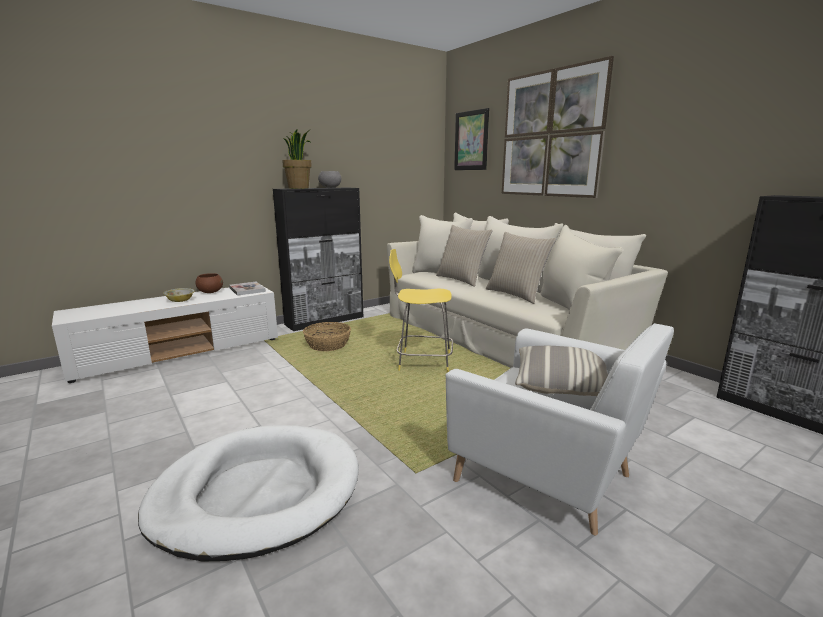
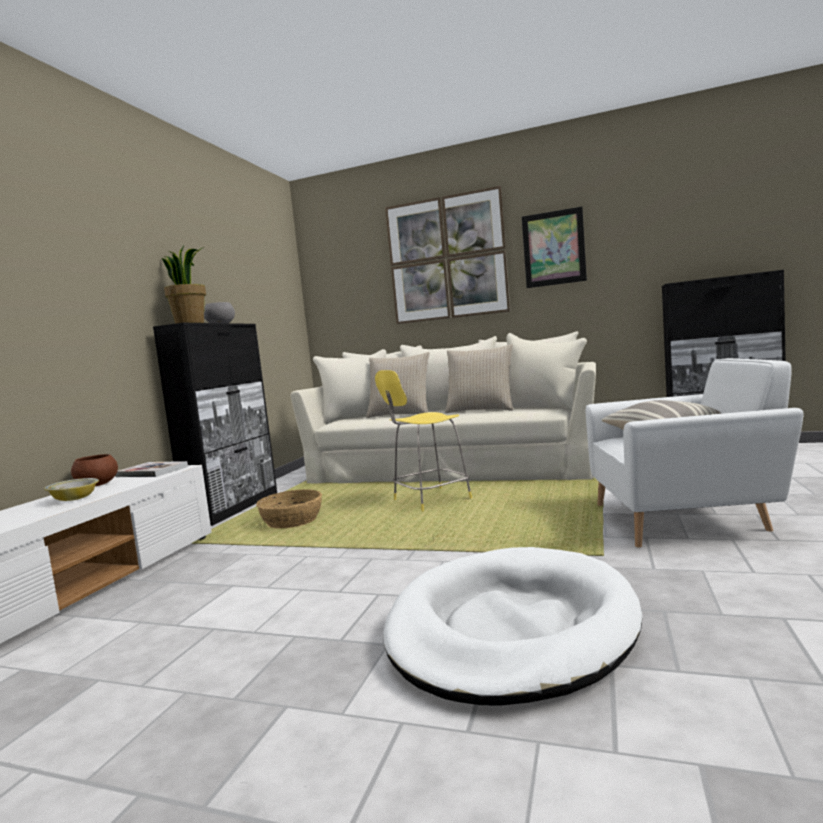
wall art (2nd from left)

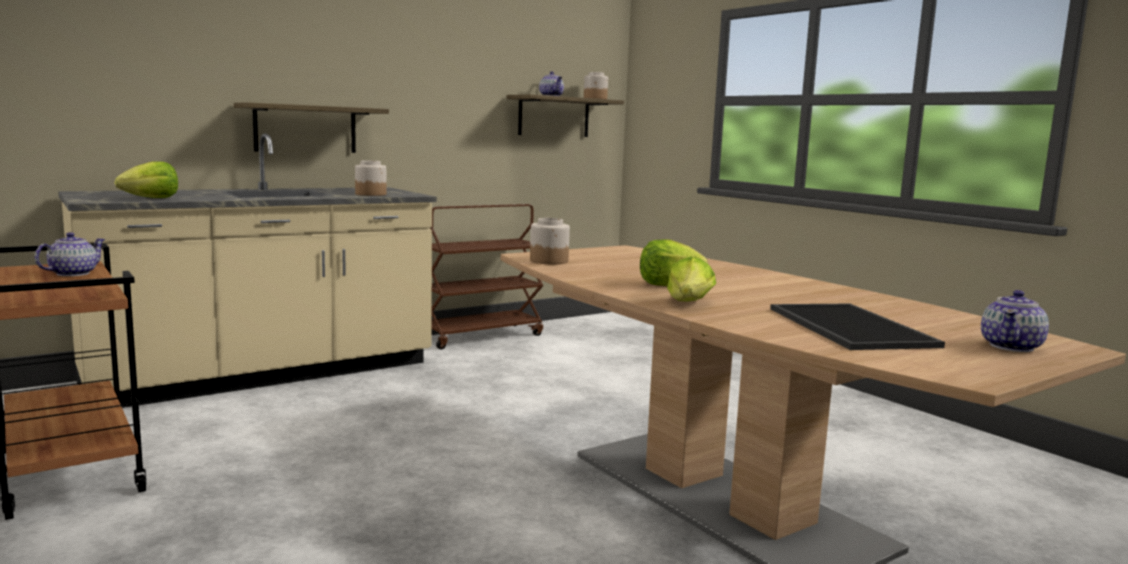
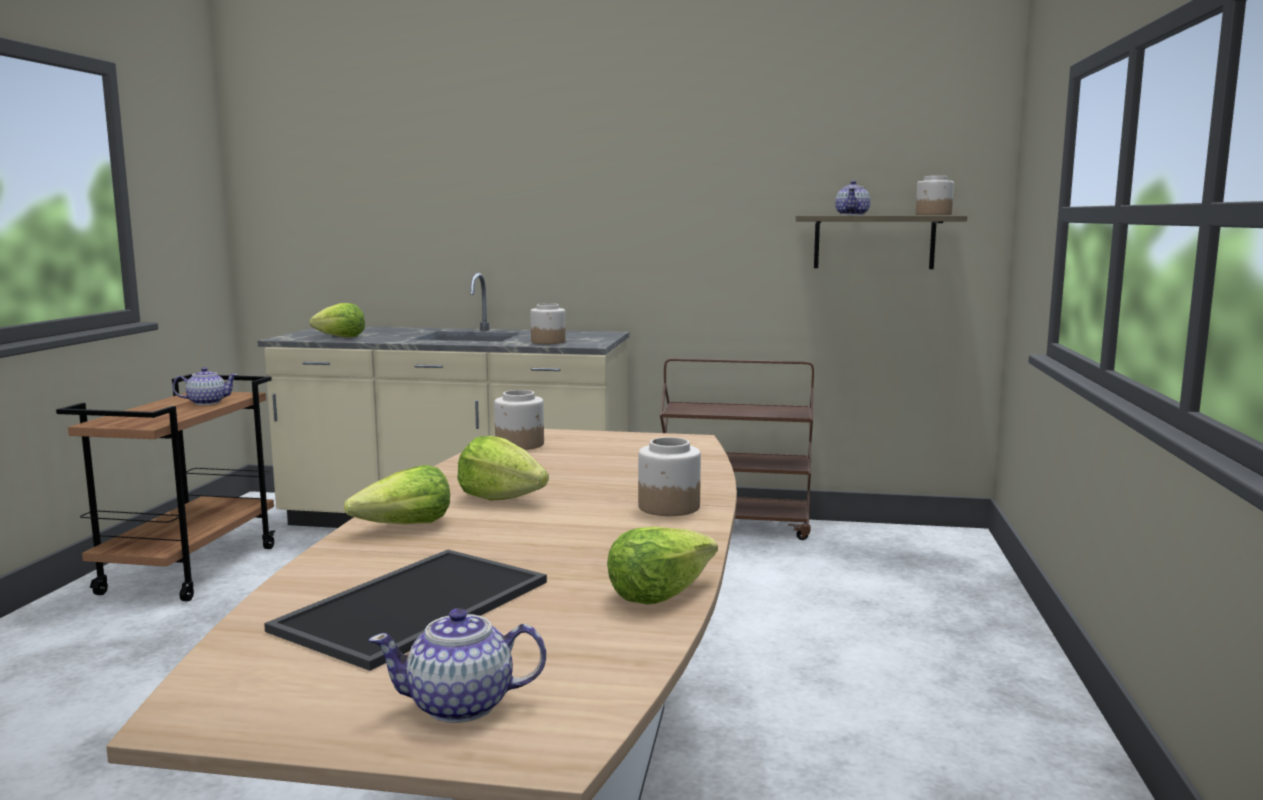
lettuce head (4th from left)
storage jar (3rd from left)
shelf (1st from left in the first image)

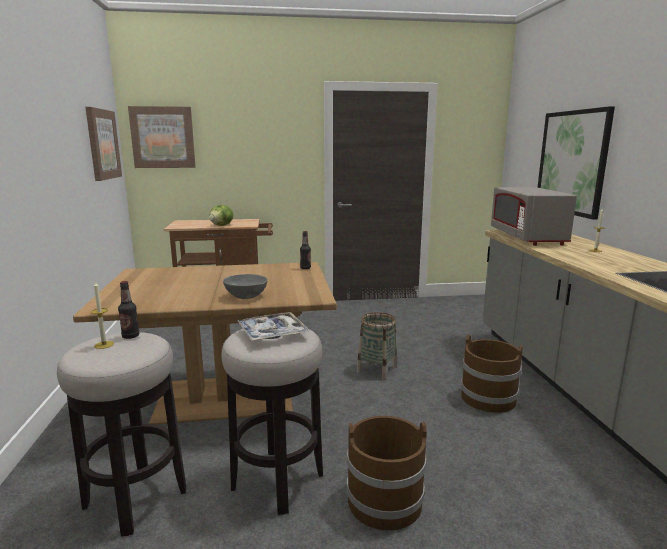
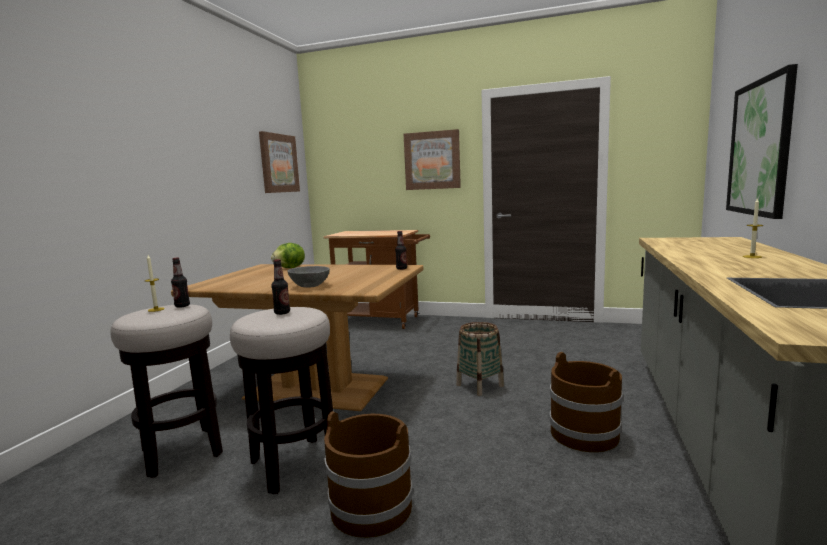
lettuce head
beverage bottle (2nd from left)
wall art (2nd from left)
microwave oven/grey

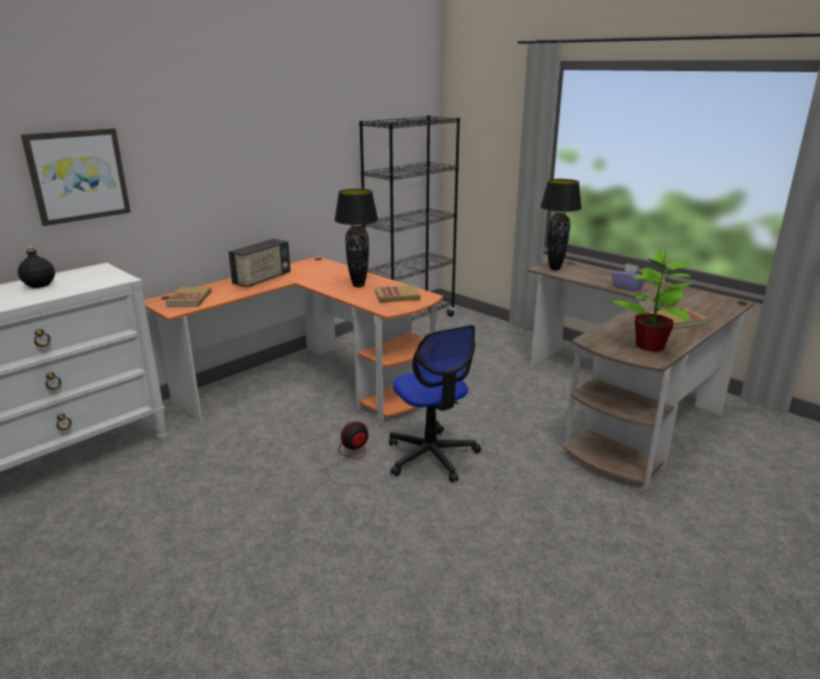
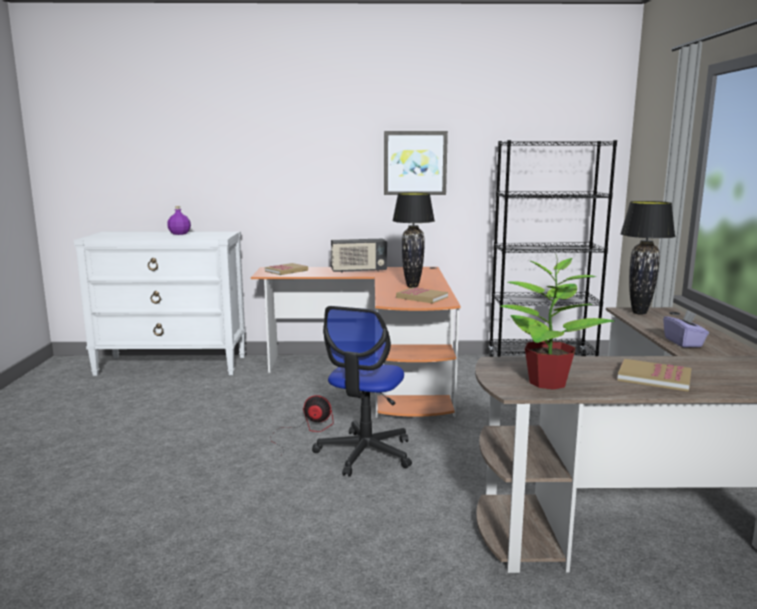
beverage bottle/purple-coloured
wall art

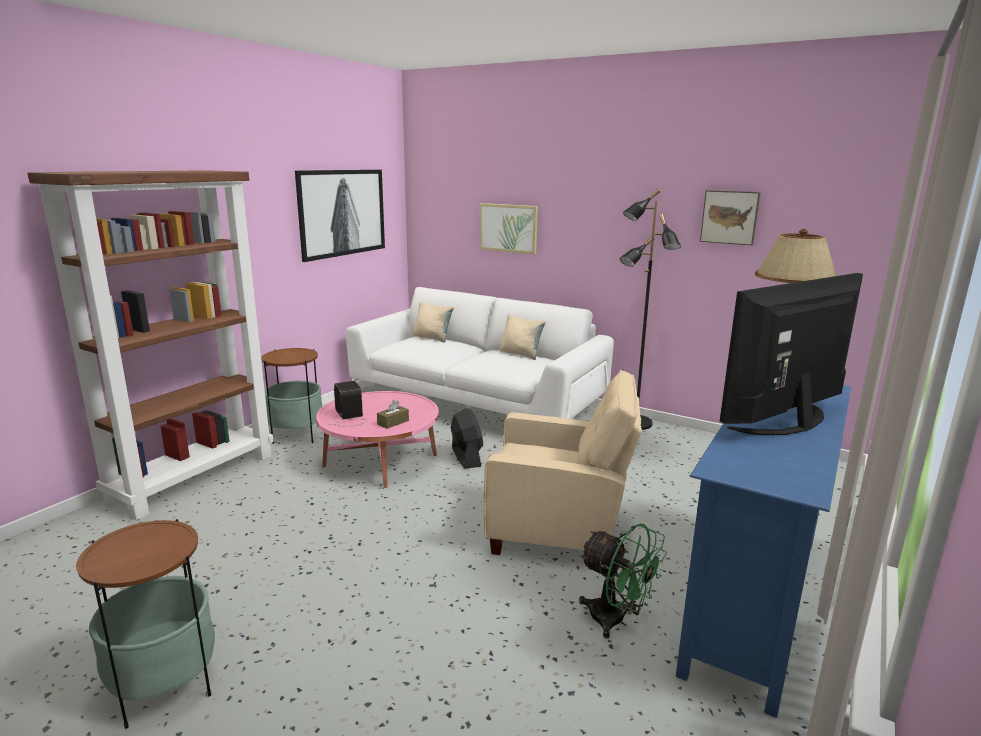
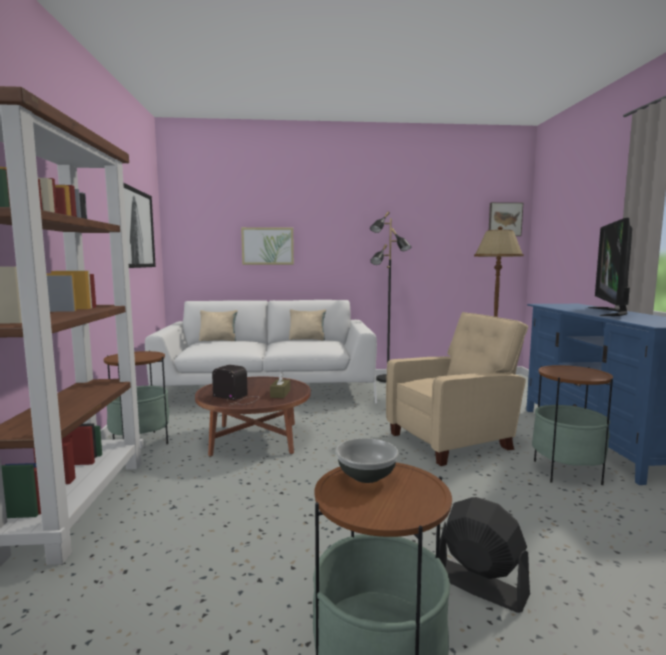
low table/brown-coloured
bowl
cooling fan/blackish
wall art (3rd from left)
accent table (3rd from left)

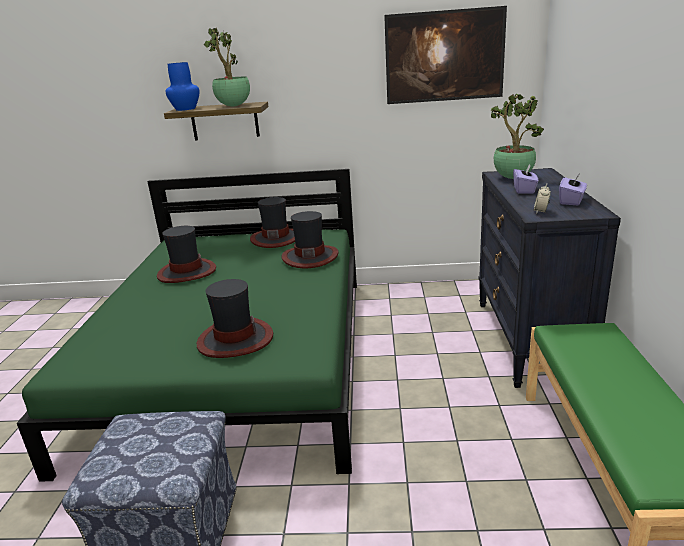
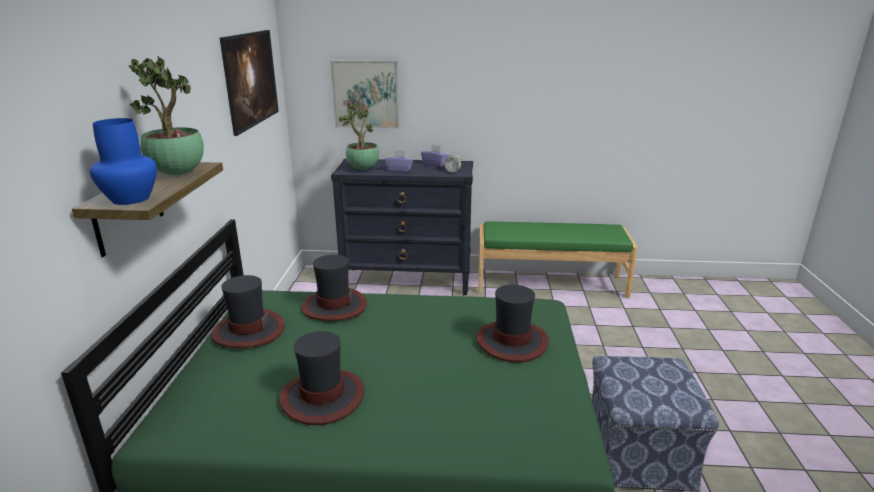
wall art (2nd from left)

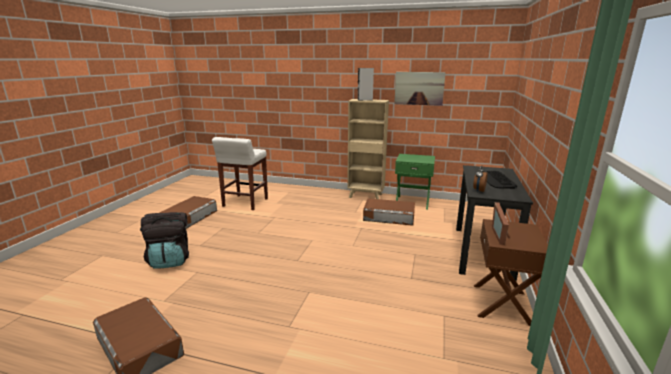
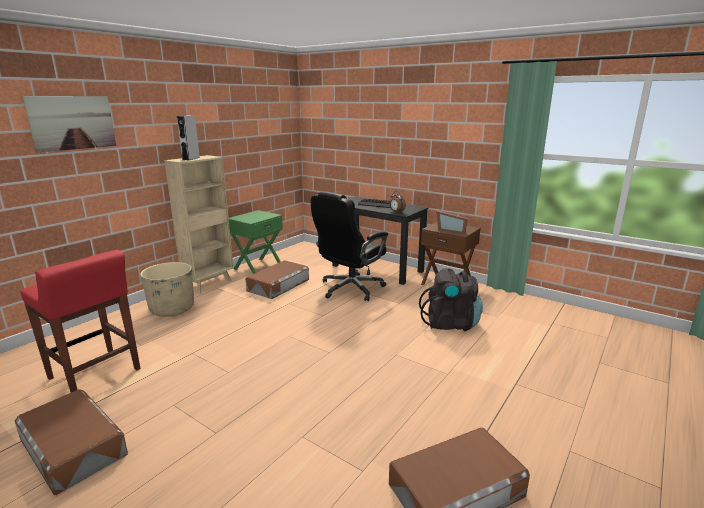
stool/red
wall art
planter/sand-coloured
desk chair/blackish
backpack/blackish

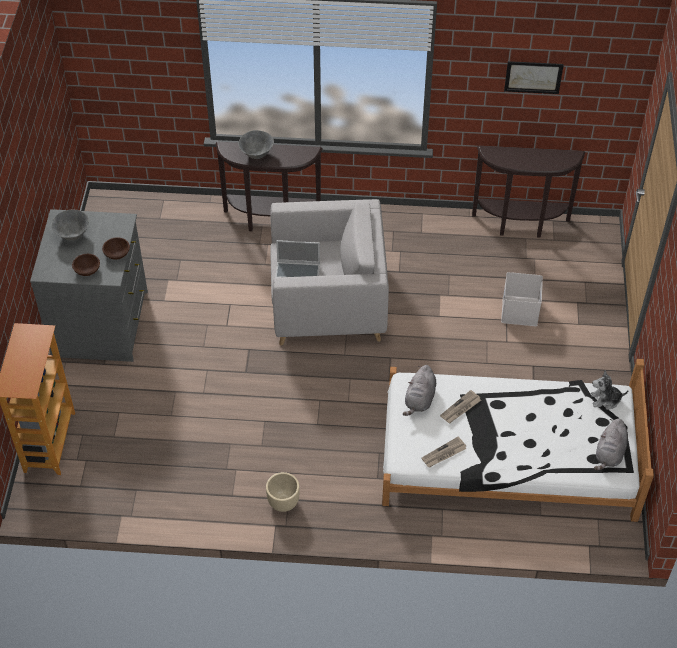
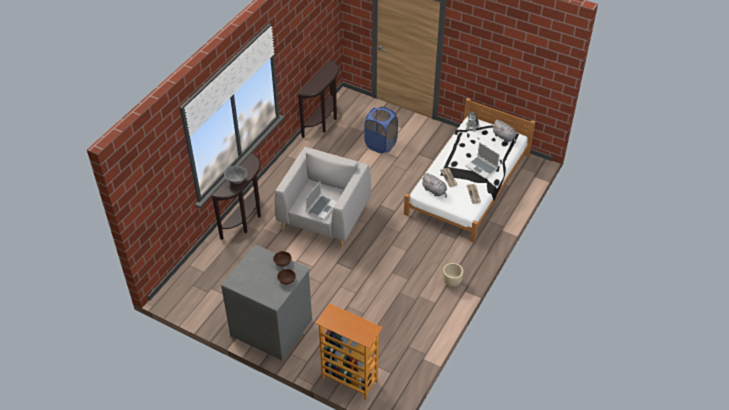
hamper/blue-coloured
laptop (2nd from left)
bowl/grey (1st from left in the first image)
wall art

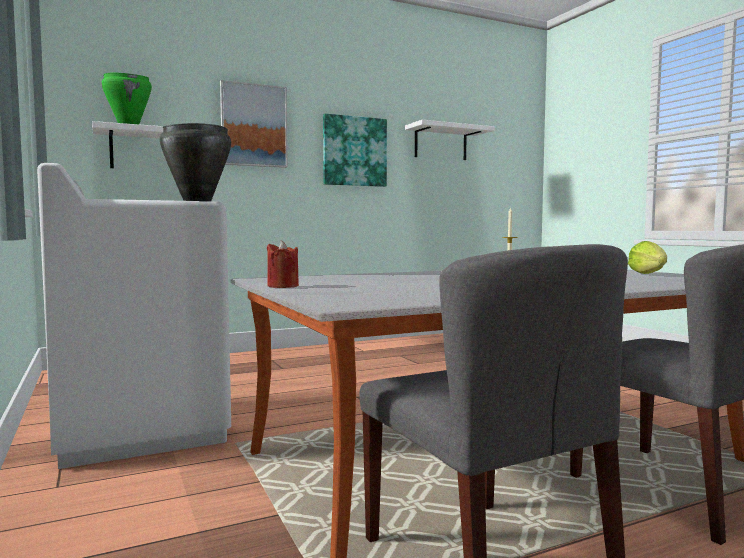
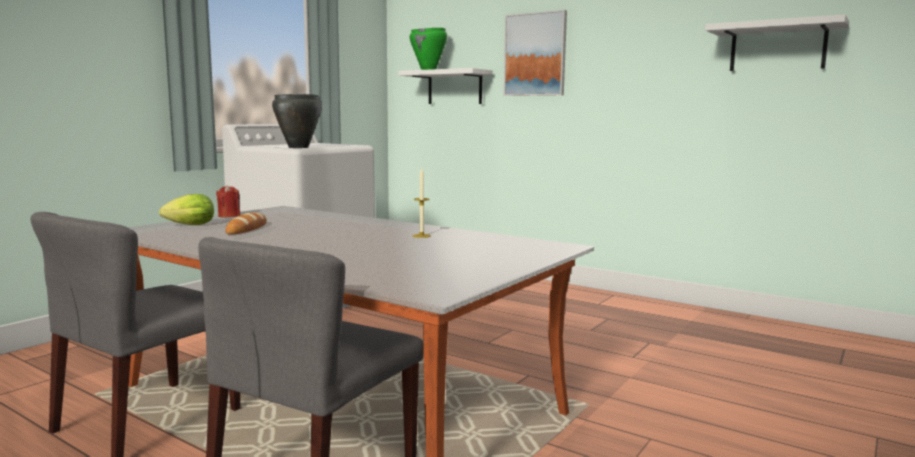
lettuce head
baked bread
wall art (2nd from left in the first image)

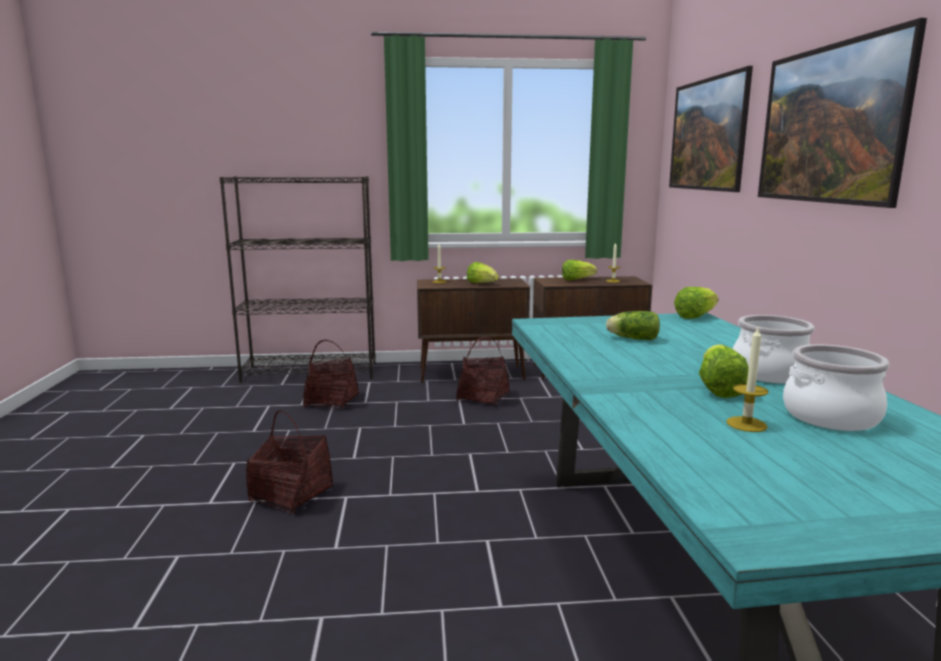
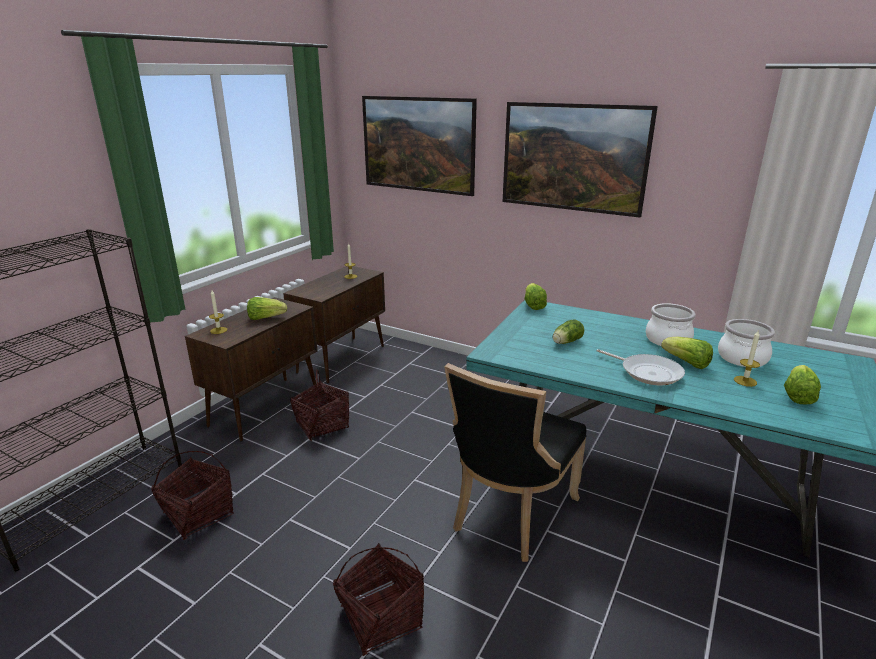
chair/blackish
skillet
lettuce head (5th from left)

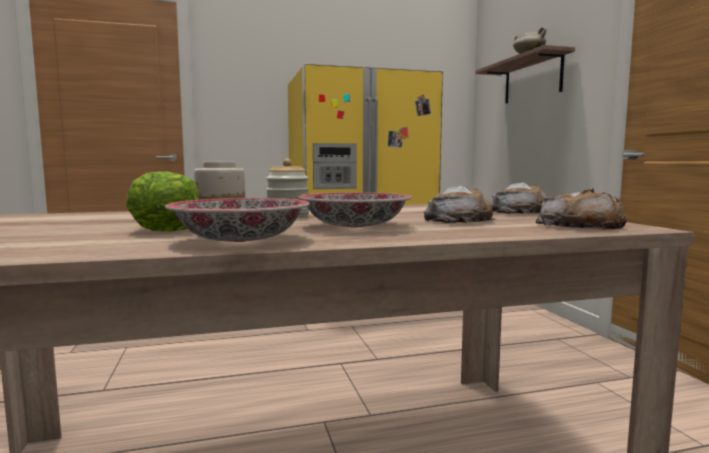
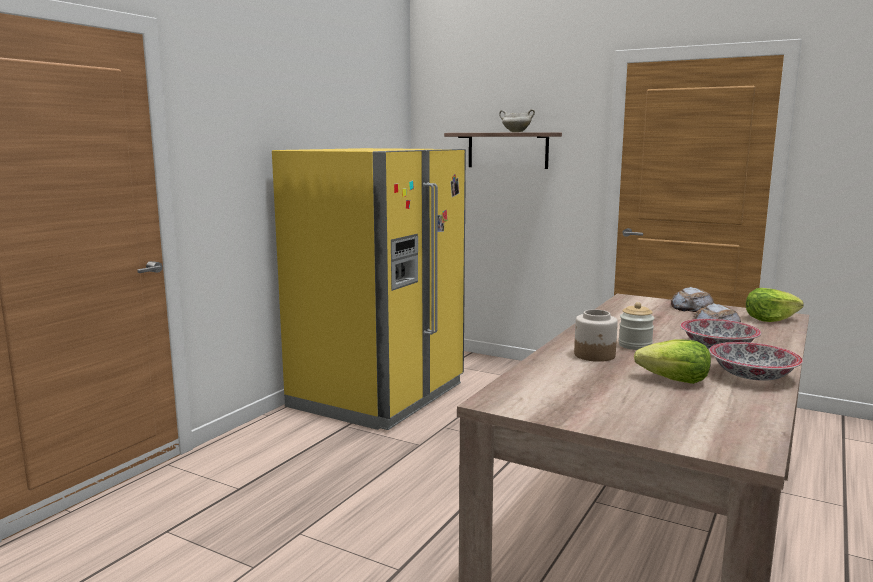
lettuce head (2nd from left)

